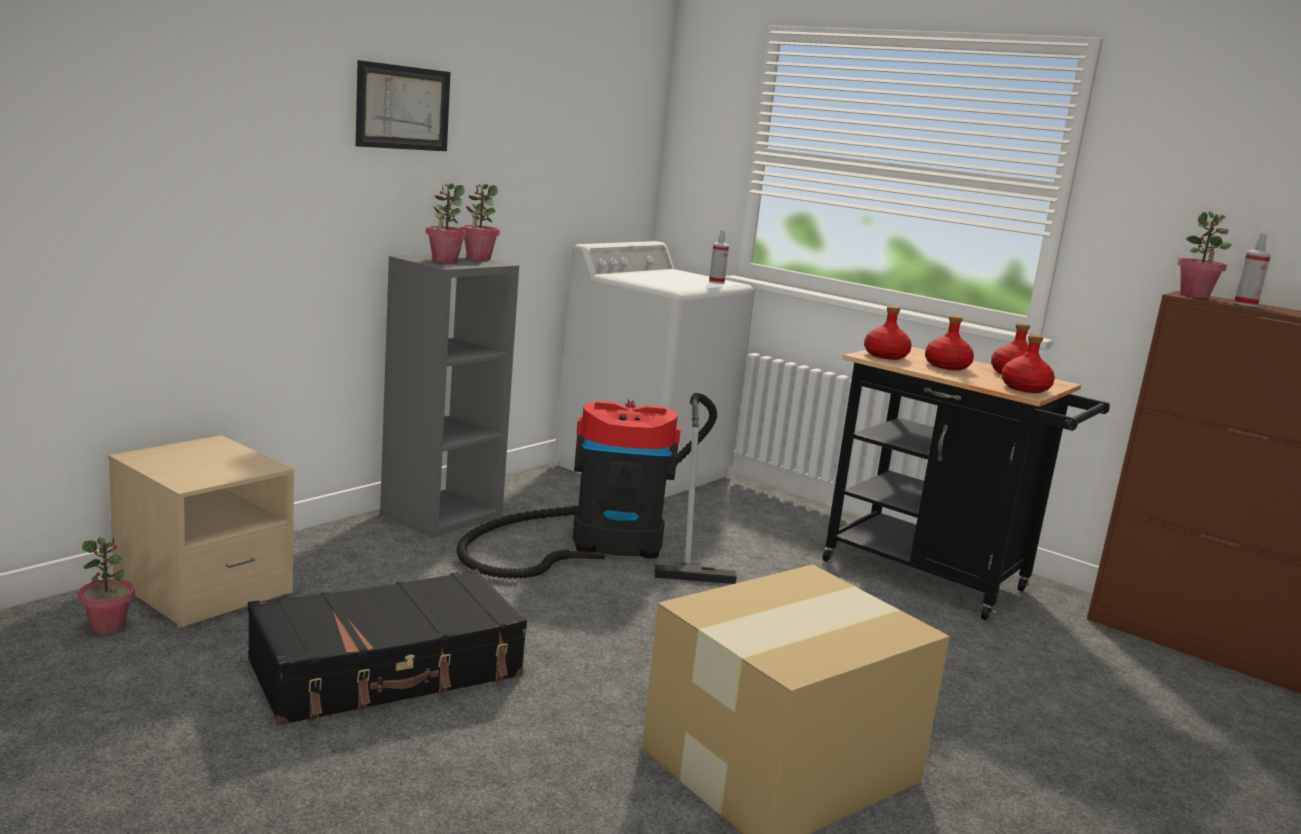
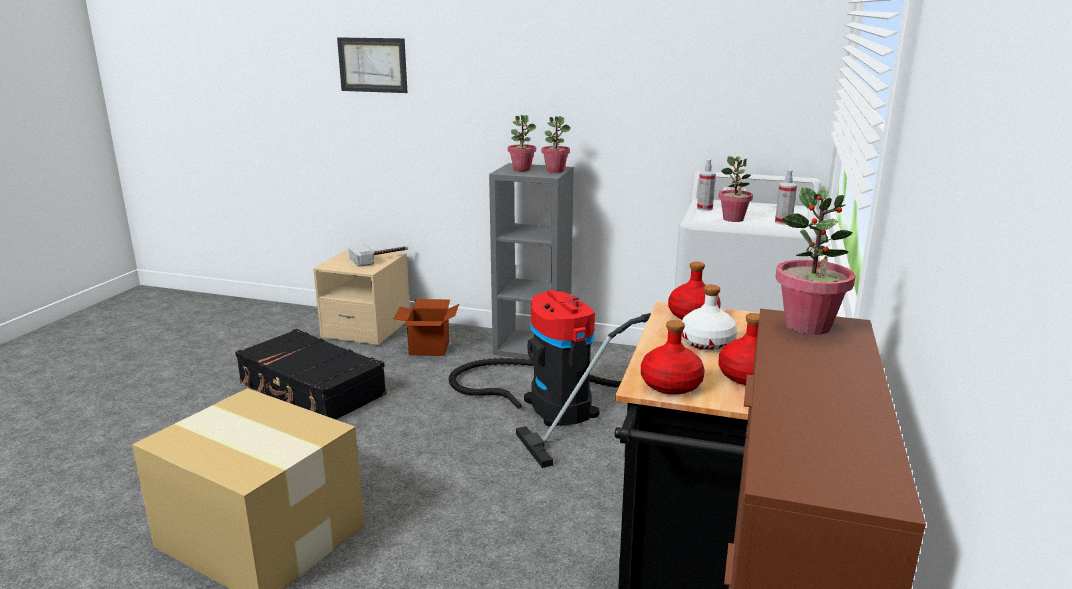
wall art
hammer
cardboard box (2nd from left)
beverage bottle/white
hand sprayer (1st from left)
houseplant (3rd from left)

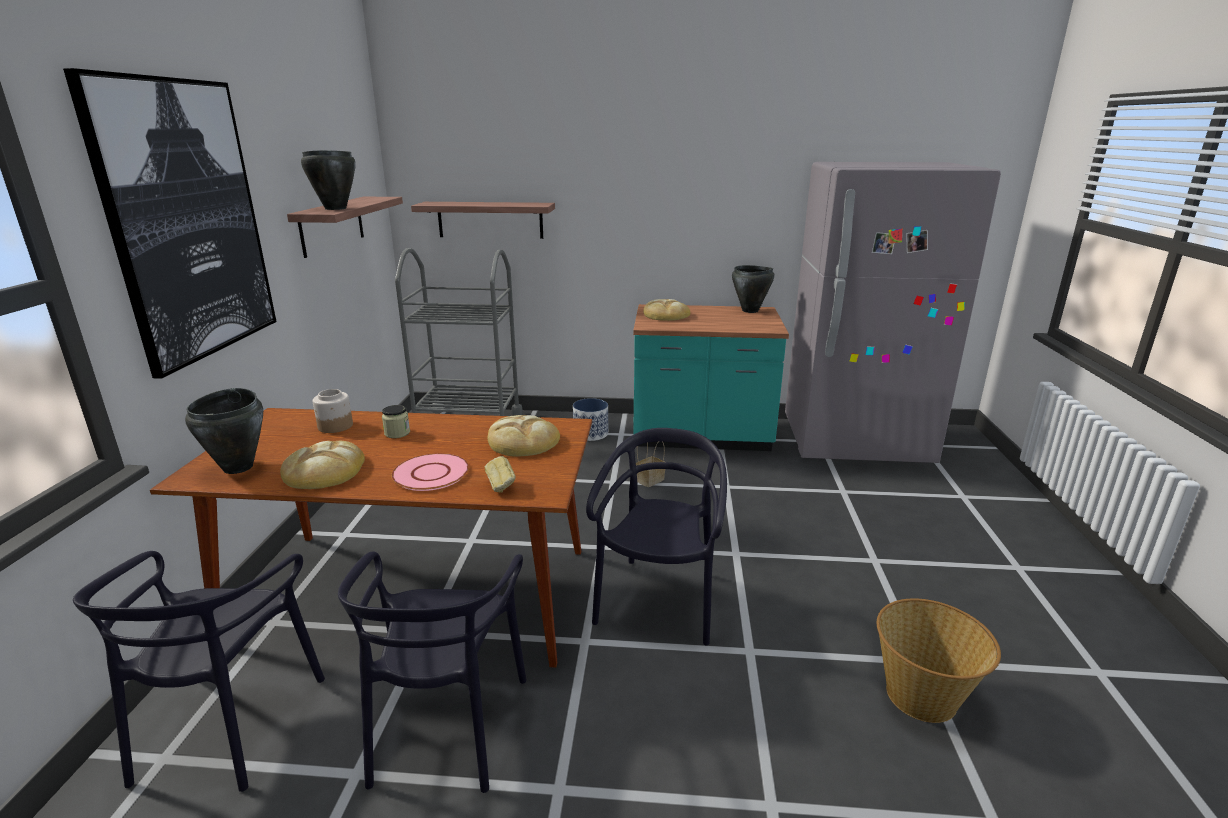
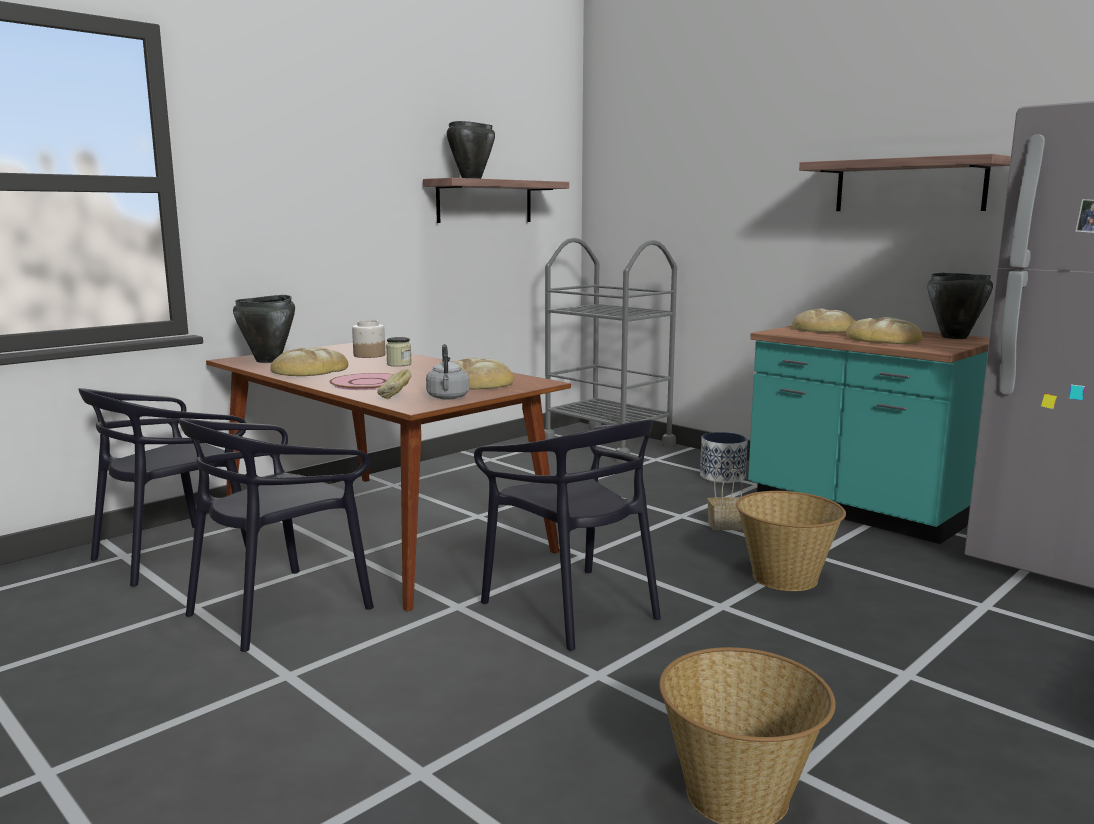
water kettle/grey
chair/blackish (3rd from left)
basket (3rd from left)
shelf (2nd from left)
baked bread (5th from left)
wall art

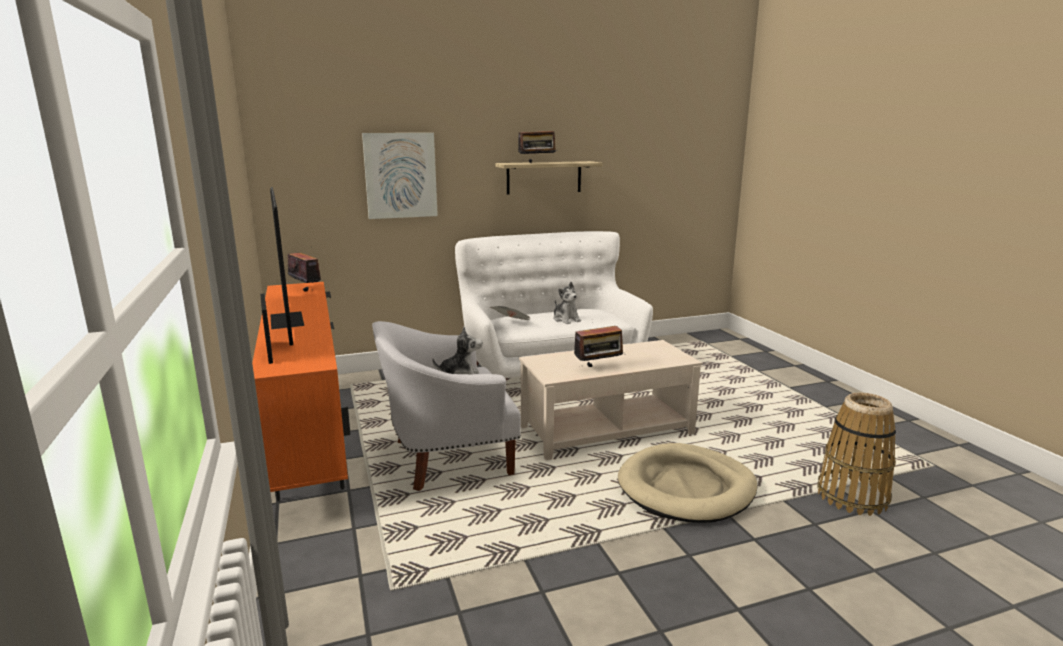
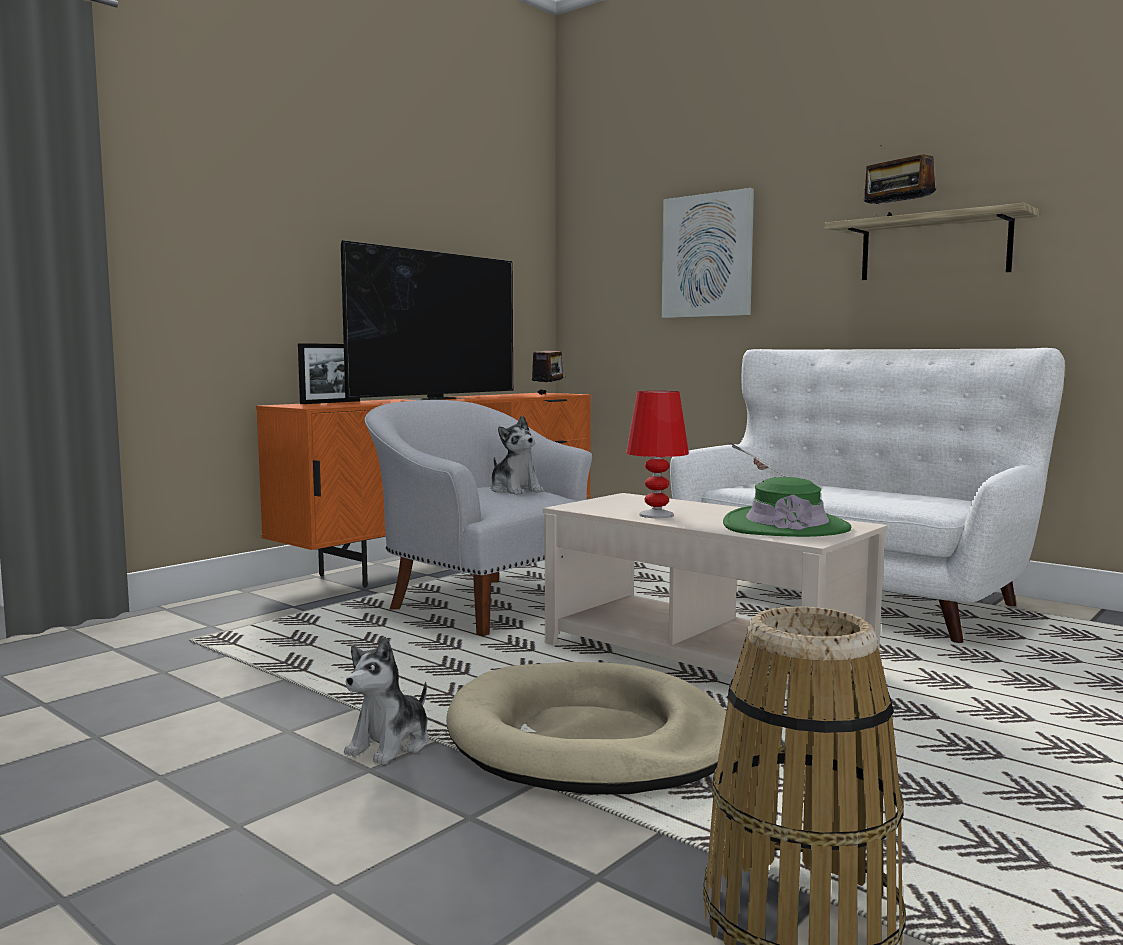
cuddly toy (1st from left)
tabletop lamp/red
clothing hat/greenish

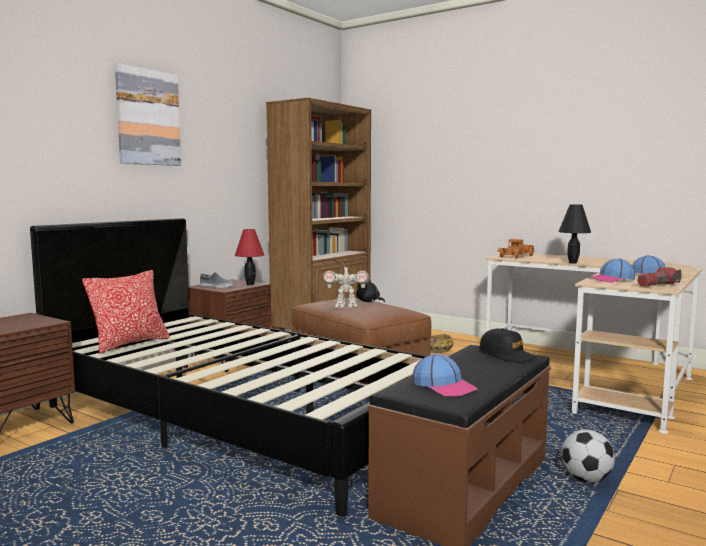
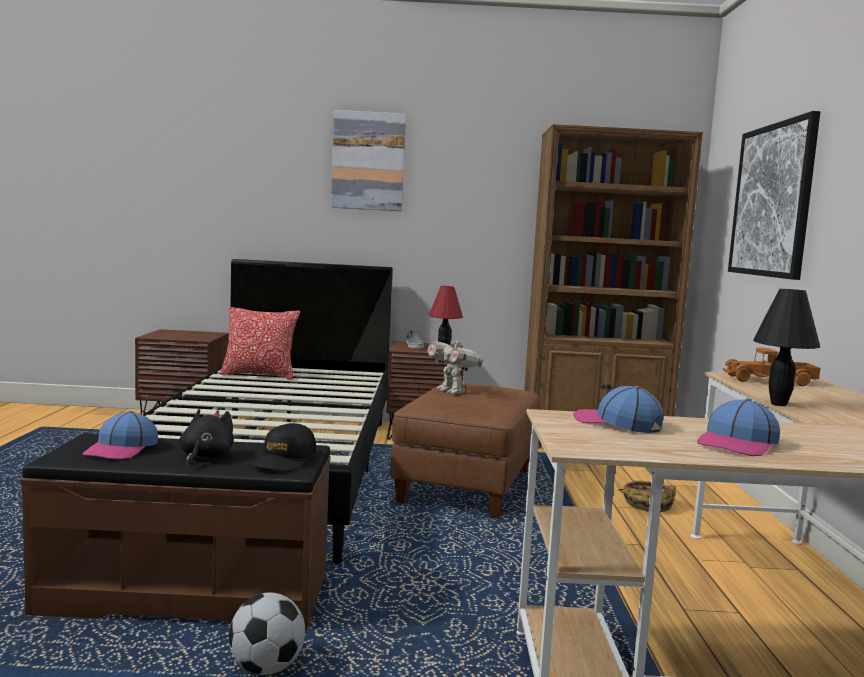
cuddly toy/blackish
wall art (2nd from left)
flashlight

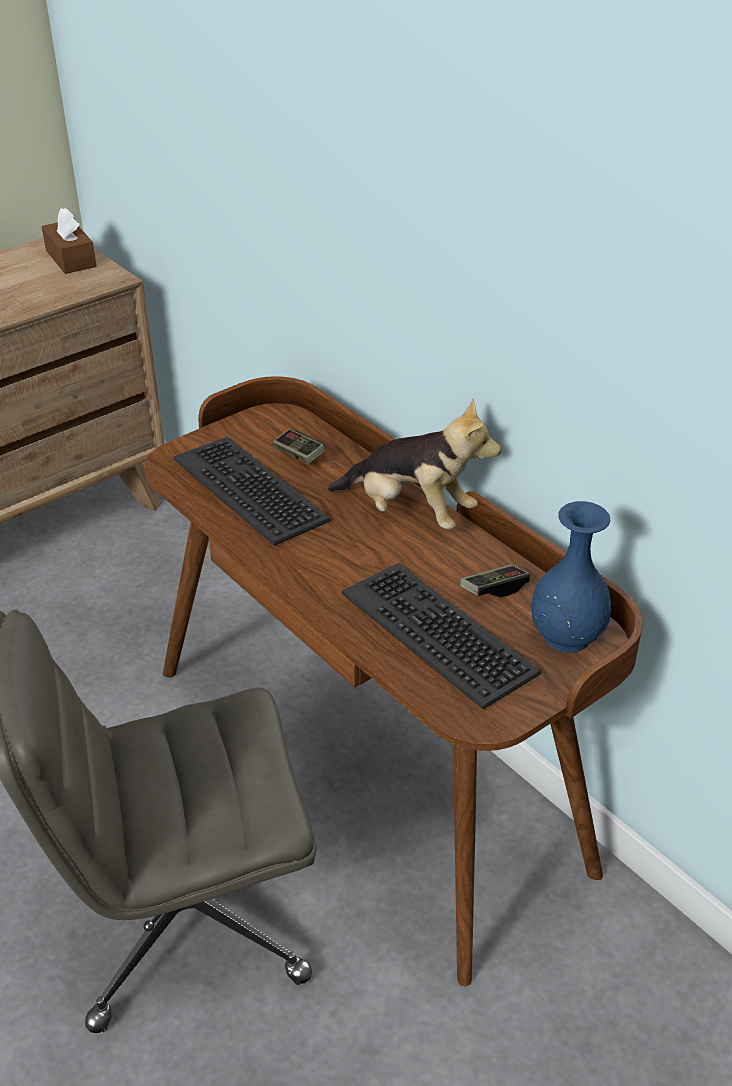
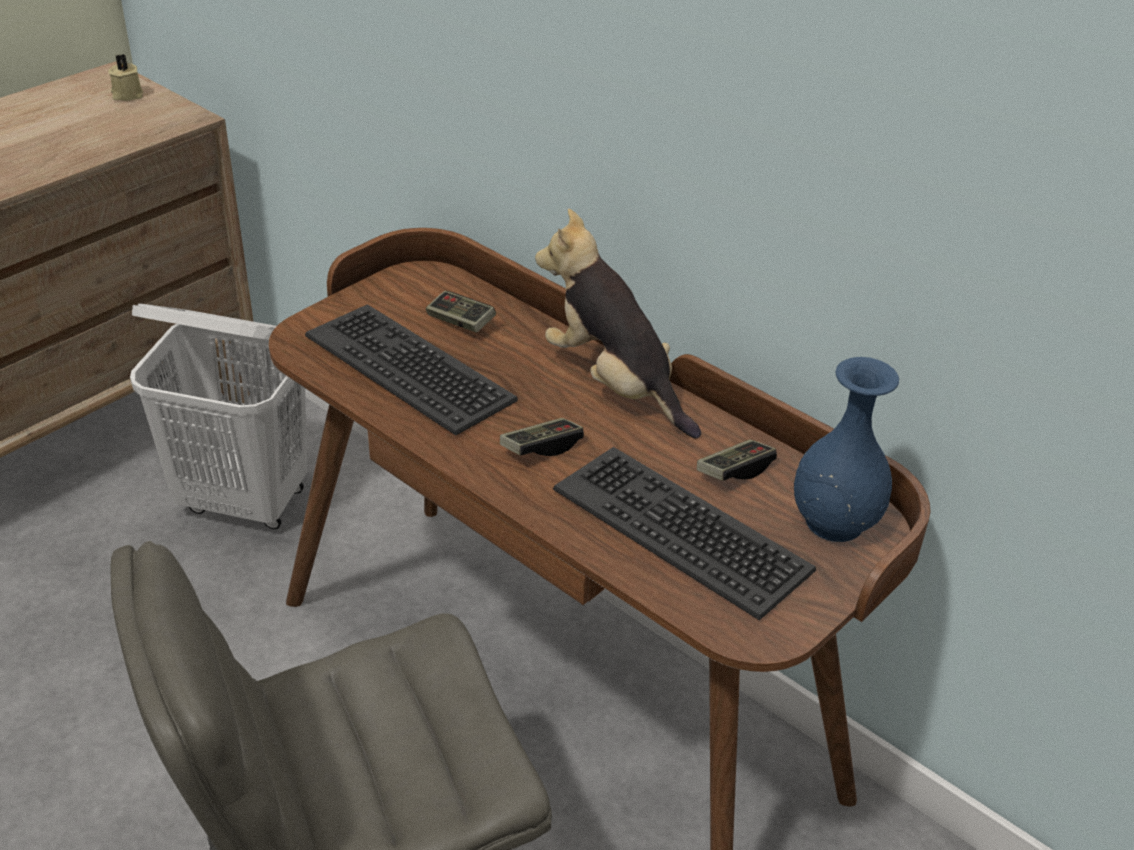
wax light/sand-coloured
hamper/white
gamepad (2nd from left)
cuddly toy

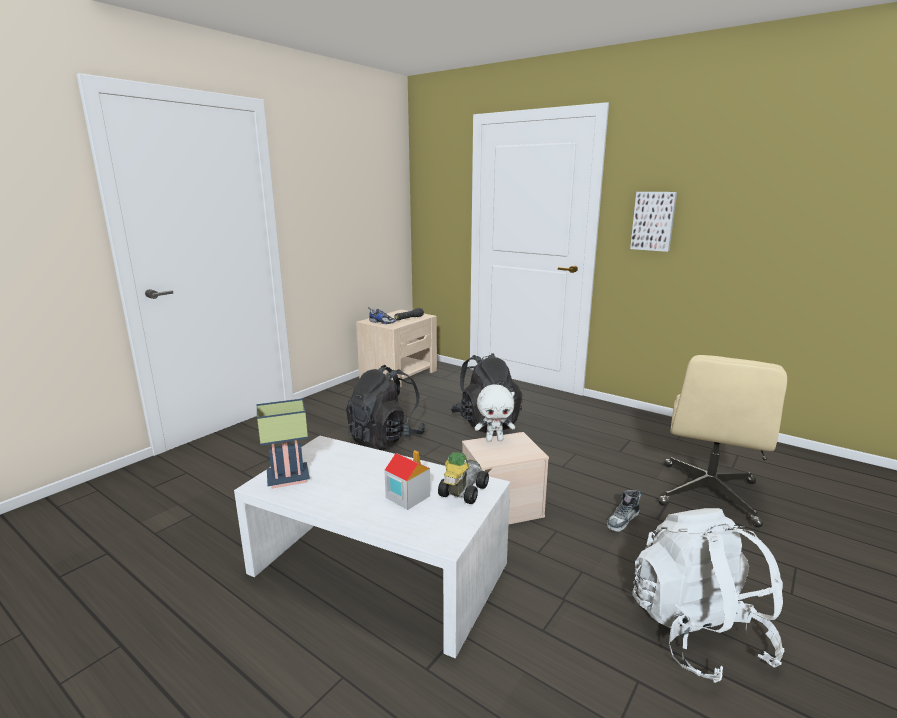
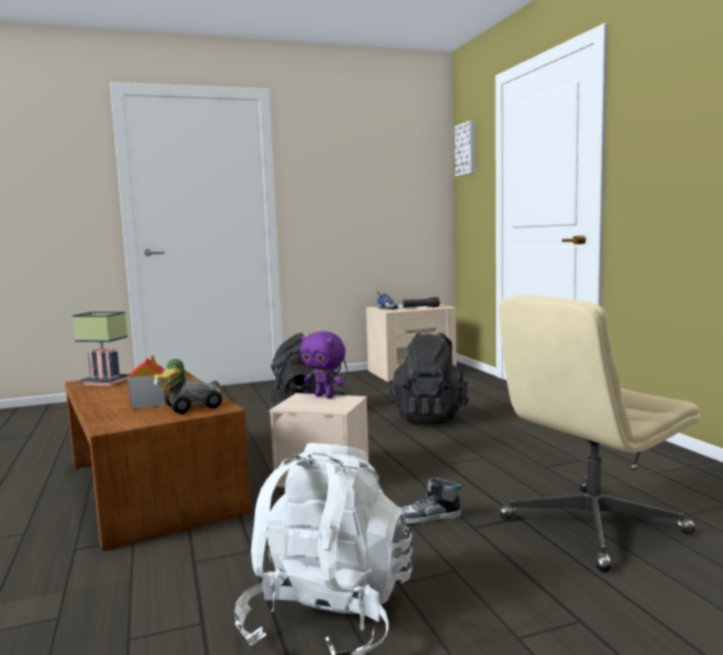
low table/brown-coloured
cuddly toy/purple-coloured
wall art

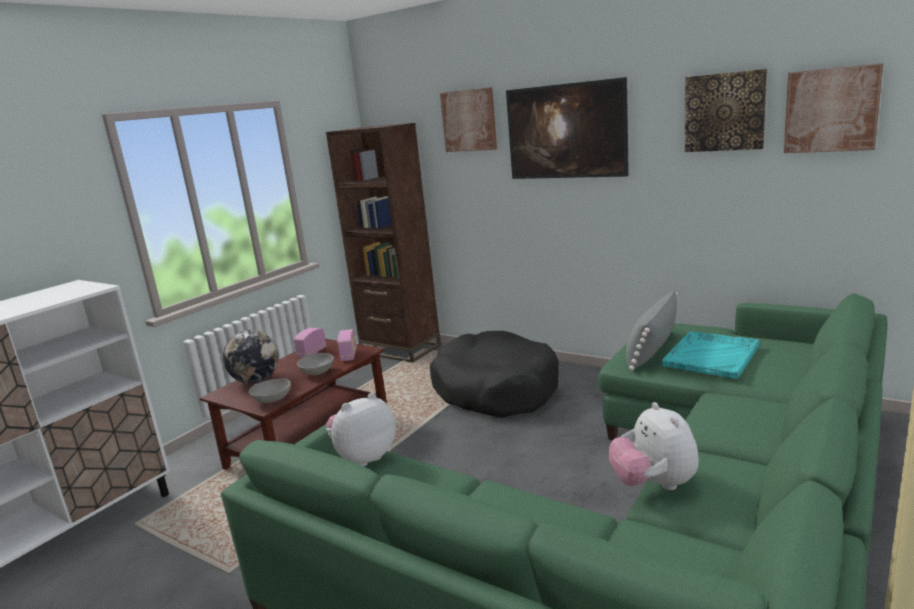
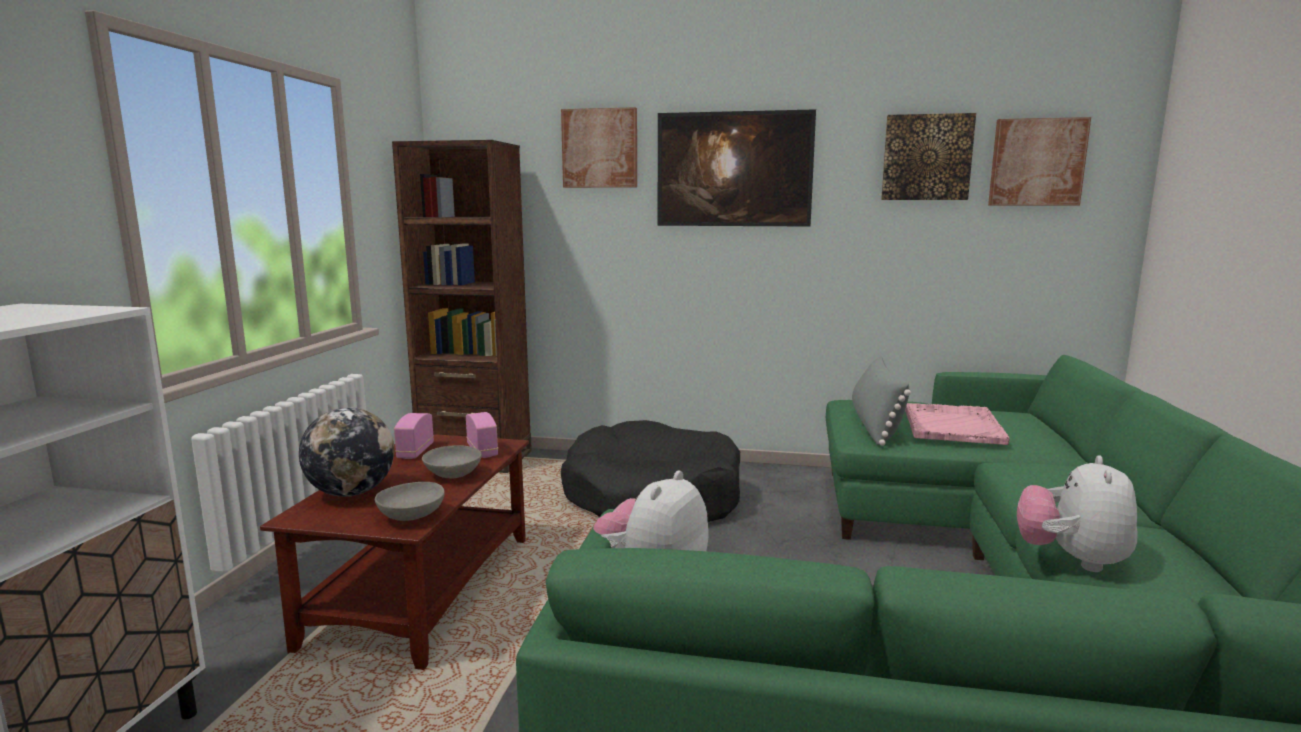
carrying tray/pink-coloured
cuddly toy (2nd from left)

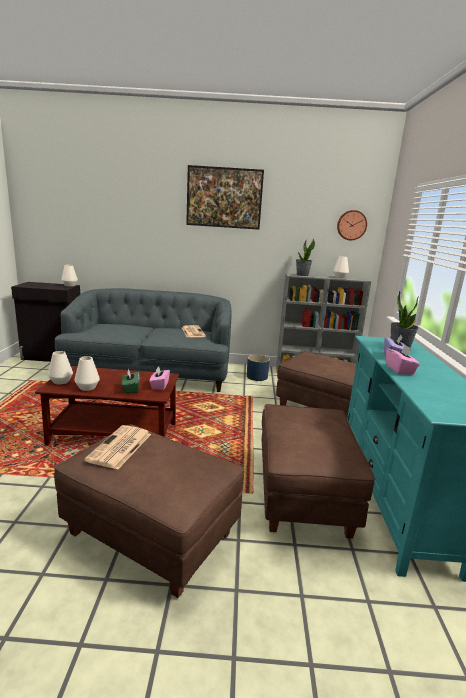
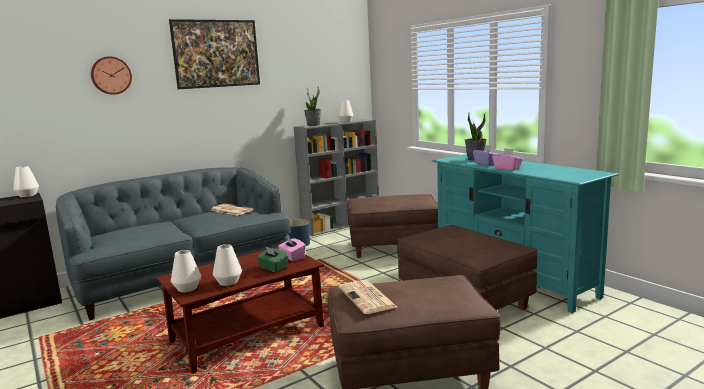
hanging clock

